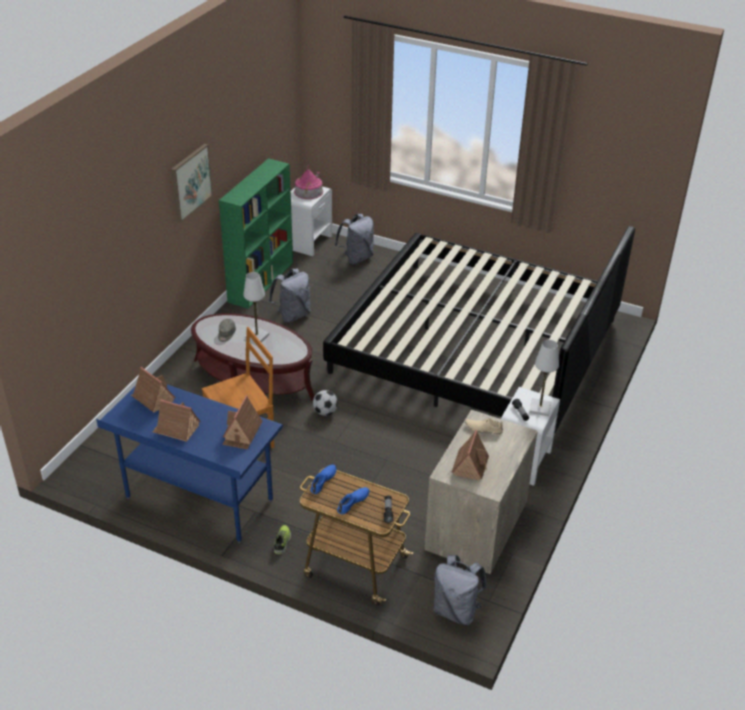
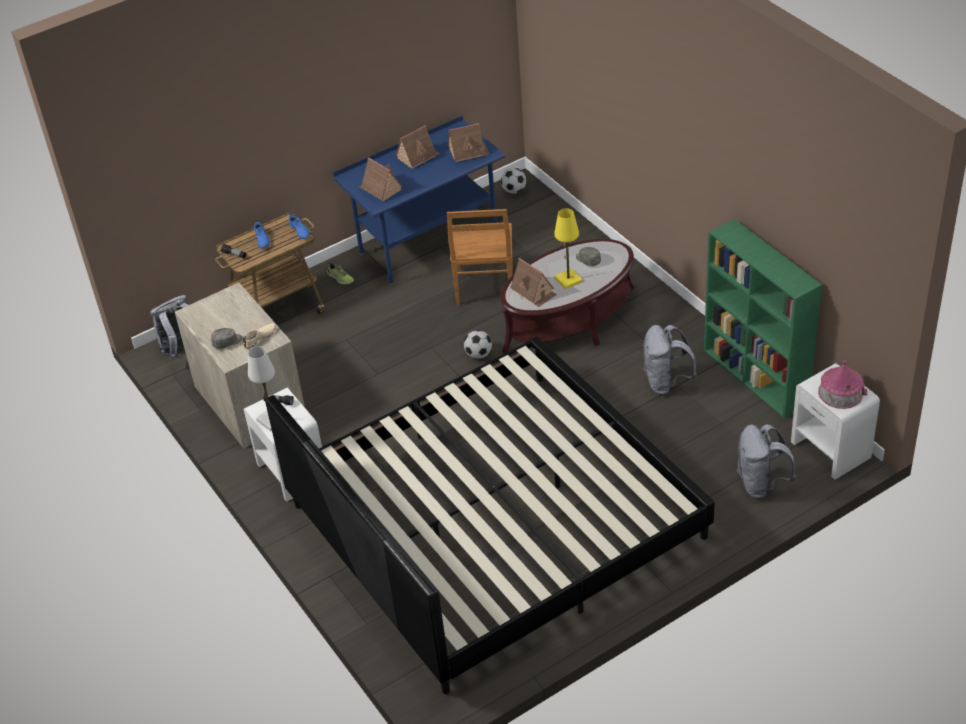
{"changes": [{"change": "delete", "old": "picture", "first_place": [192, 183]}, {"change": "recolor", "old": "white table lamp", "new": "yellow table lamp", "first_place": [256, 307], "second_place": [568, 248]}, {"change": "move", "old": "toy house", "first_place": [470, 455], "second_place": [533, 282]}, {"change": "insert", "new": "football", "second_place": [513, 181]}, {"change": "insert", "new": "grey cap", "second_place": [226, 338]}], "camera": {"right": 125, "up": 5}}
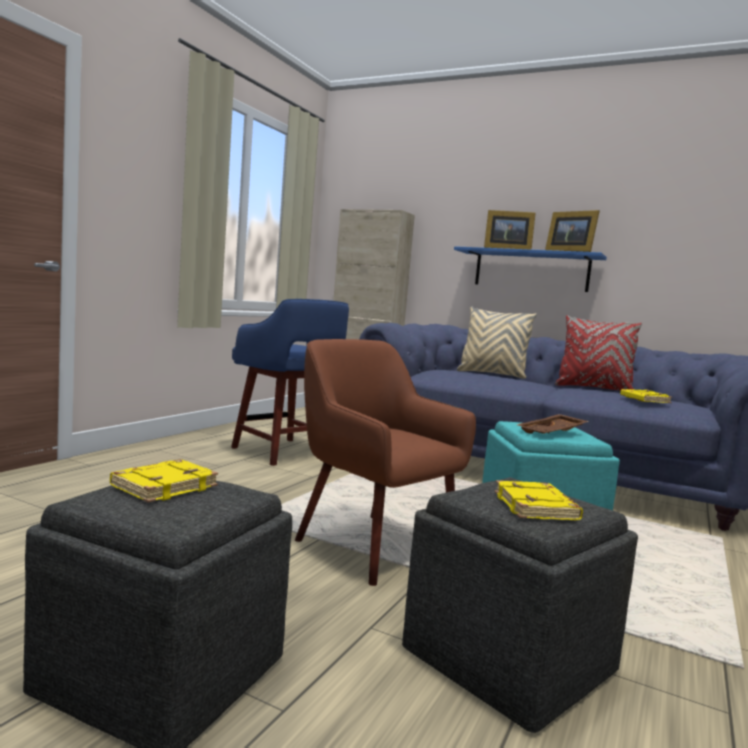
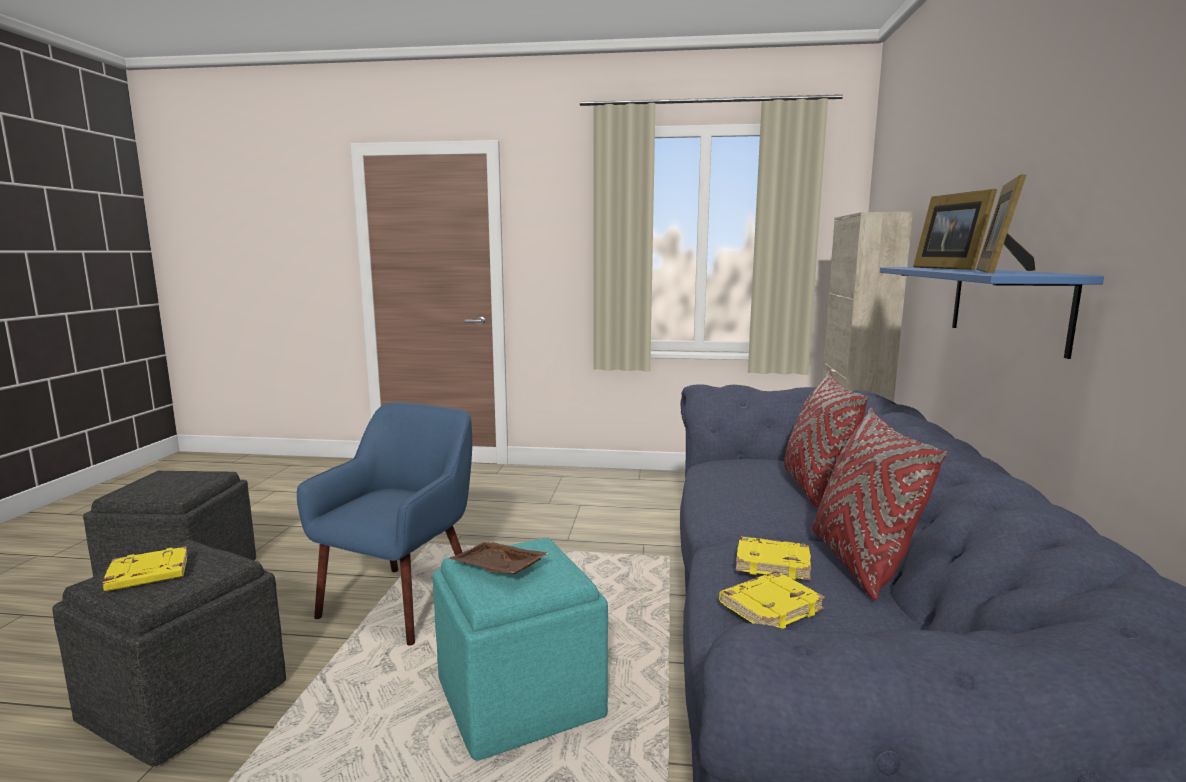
{"changes": [{"change": "delete", "old": "blue stool", "first_place": [290, 382]}, {"change": "recolor", "old": "beige pillow", "new": "red pillow", "first_place": [497, 343], "second_place": [826, 439]}, {"change": "recolor", "old": "brown armchair", "new": "blue armchair", "first_place": [385, 462], "second_place": [384, 523]}, {"change": "move", "old": "yellow book", "first_place": [164, 481], "second_place": [773, 558]}], "camera": {"right": 70, "up": 5}}
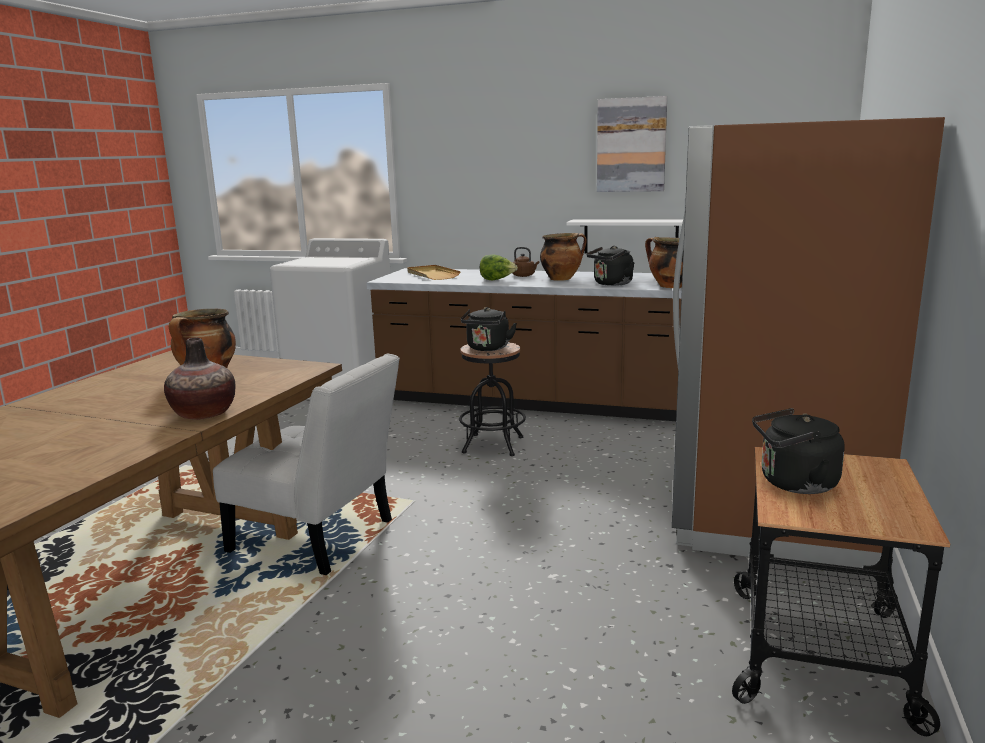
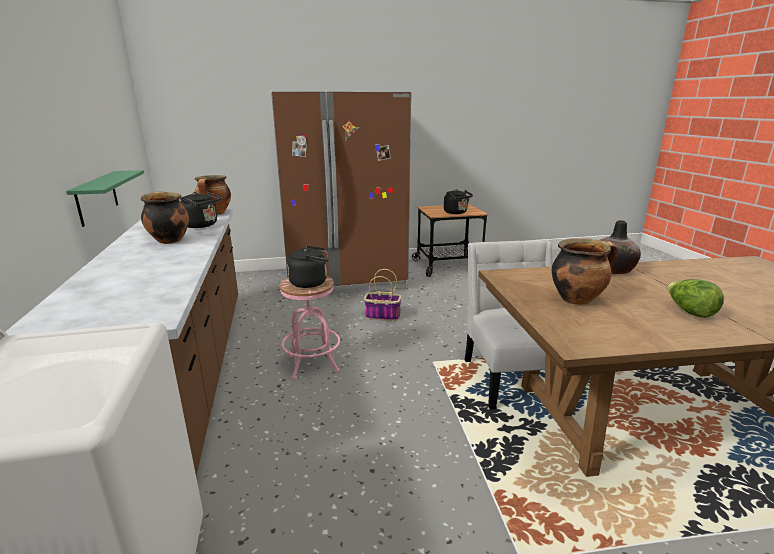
{"changes": [{"change": "delete", "old": "picture", "first_place": [632, 144]}, {"change": "recolor", "old": "white shelf", "new": "green shelf", "first_place": [624, 236], "second_place": [105, 198]}, {"change": "delete", "old": "brown kettle", "first_place": [525, 262]}, {"change": "move", "old": "lettuce", "first_place": [499, 267], "second_place": [695, 298]}, {"change": "delete", "old": "beige tray", "first_place": [434, 272]}, {"change": "recolor", "old": "black stool", "new": "pink stool", "first_place": [492, 399], "second_place": [309, 327]}, {"change": "insert", "new": "basket", "second_place": [383, 295]}], "camera": {"right": -120, "up": 5}}
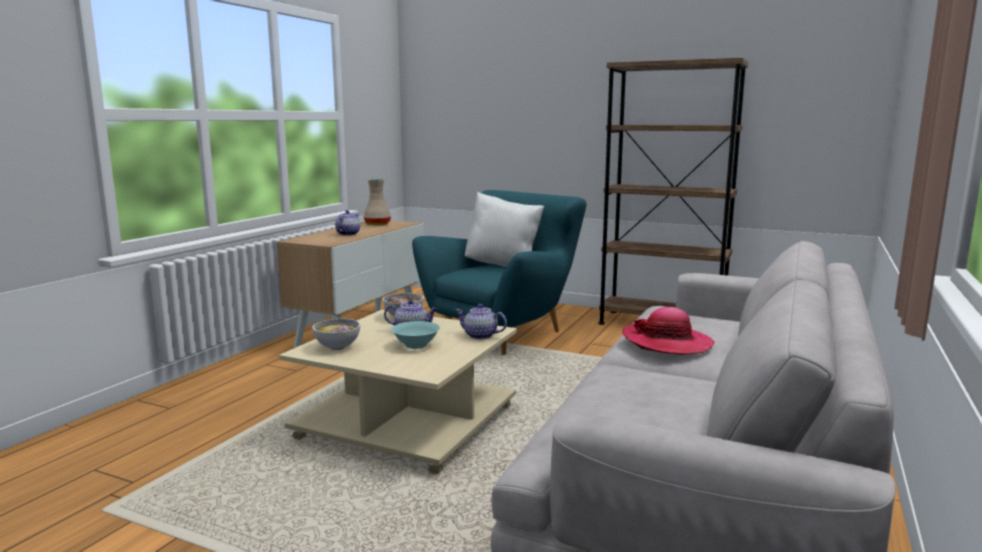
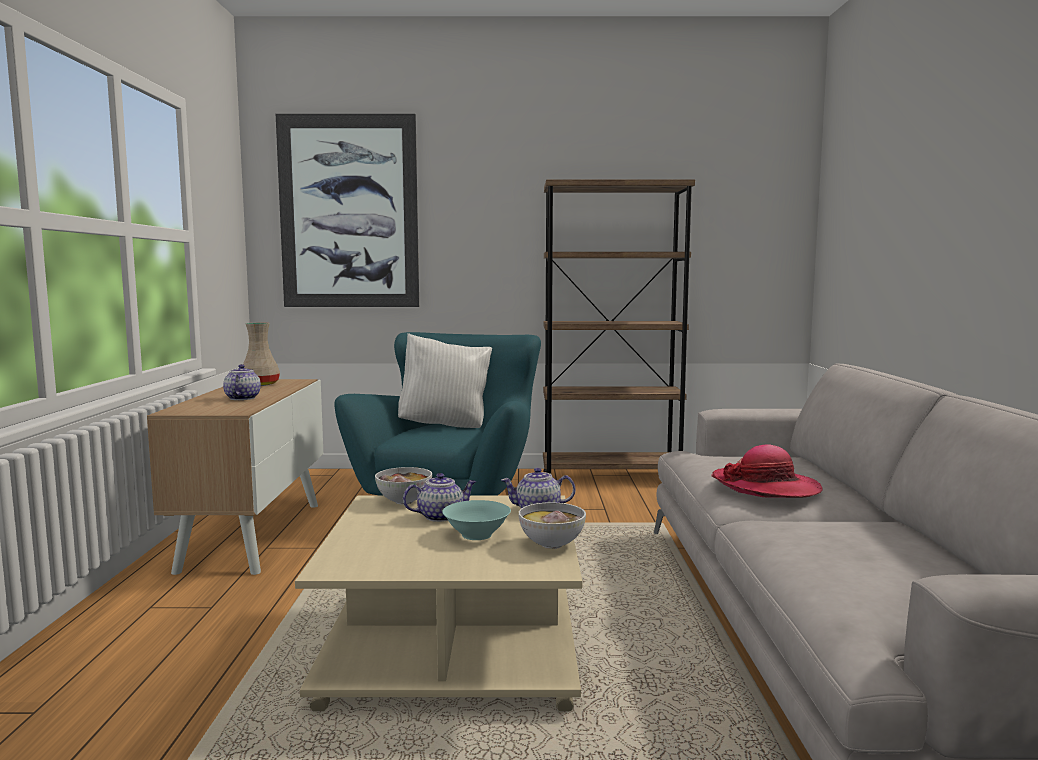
{"changes": [{"change": "move", "old": "bowl", "first_place": [336, 334], "second_place": [552, 525]}, {"change": "insert", "new": "picture", "second_place": [347, 210]}], "camera": {"right": -25, "up": -5}}
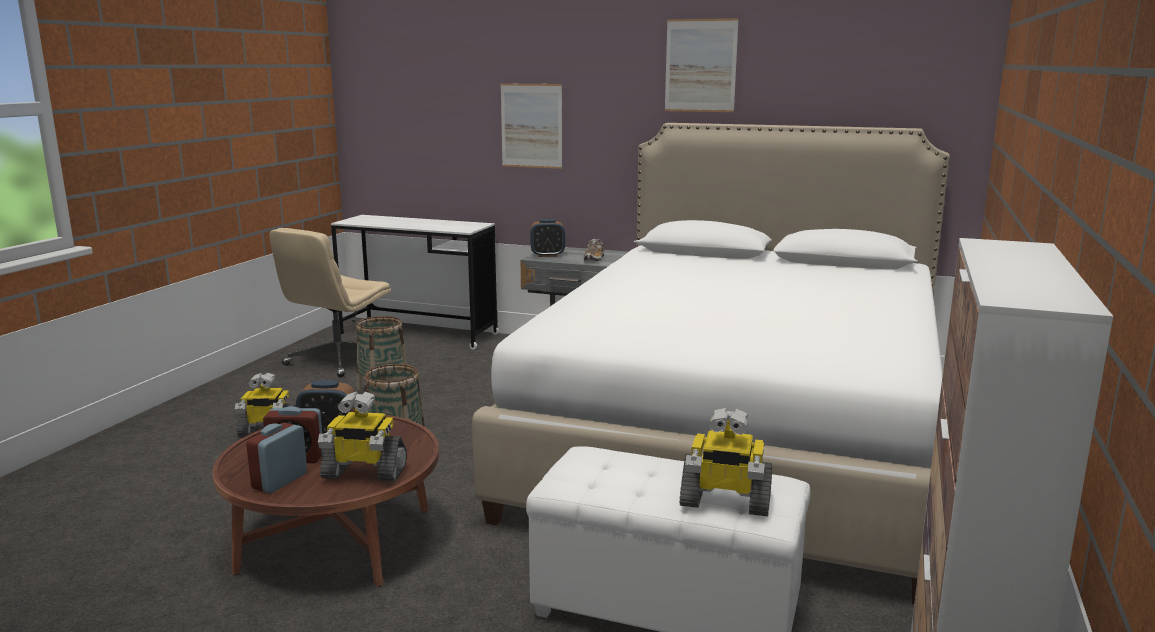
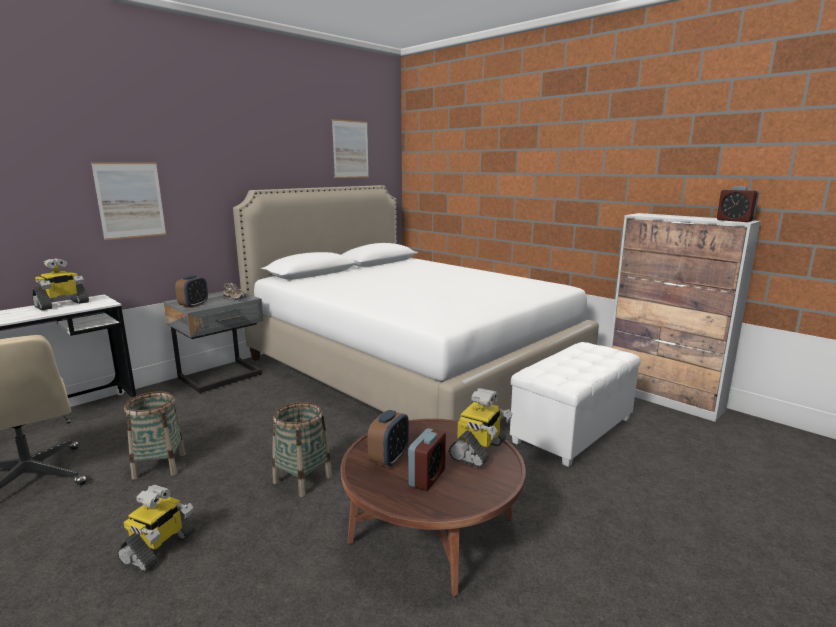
{"changes": [{"change": "move", "old": "picture", "first_place": [702, 65], "second_place": [350, 148]}, {"change": "move", "old": "toy robot", "first_place": [725, 462], "second_place": [60, 284]}, {"change": "move", "old": "alarm clock", "first_place": [276, 457], "second_place": [738, 204]}], "camera": {"right": -65, "up": 0}}
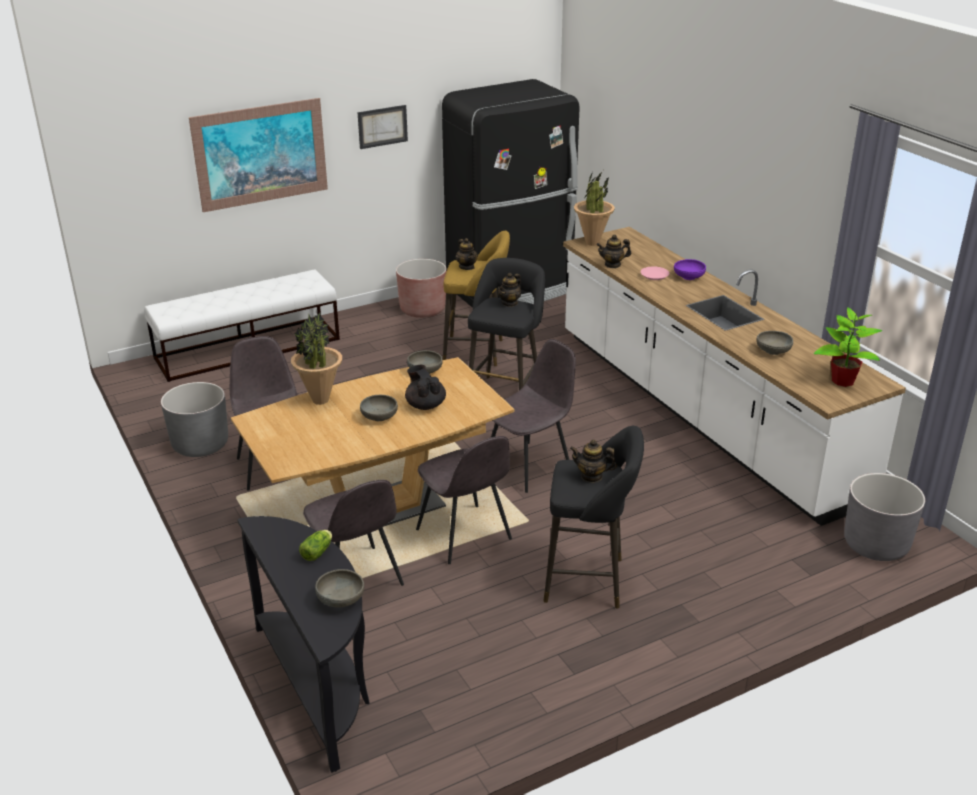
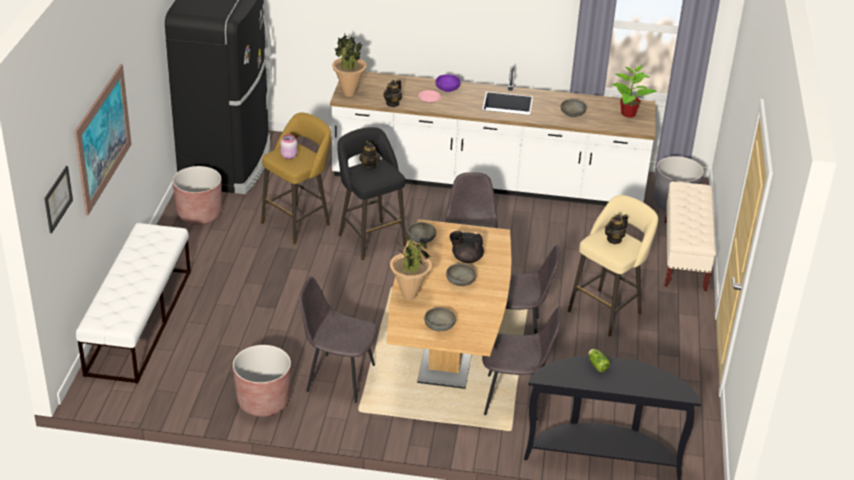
{"changes": [{"change": "move", "old": "picture", "first_place": [383, 127], "second_place": [58, 199]}, {"change": "replace", "old": "teapot", "new": "pink jar", "first_place": [467, 254], "second_place": [289, 146]}, {"change": "recolor", "old": "grey planter", "new": "brown planter", "first_place": [194, 419], "second_place": [262, 381]}, {"change": "recolor", "old": "black stool", "new": "beige stool", "first_place": [593, 517], "second_place": [613, 265]}, {"change": "move", "old": "grey bowl", "first_place": [339, 588], "second_place": [440, 319]}, {"change": "insert", "new": "beige bench", "second_place": [690, 236]}], "camera": {"right": -55, "up": 5}}
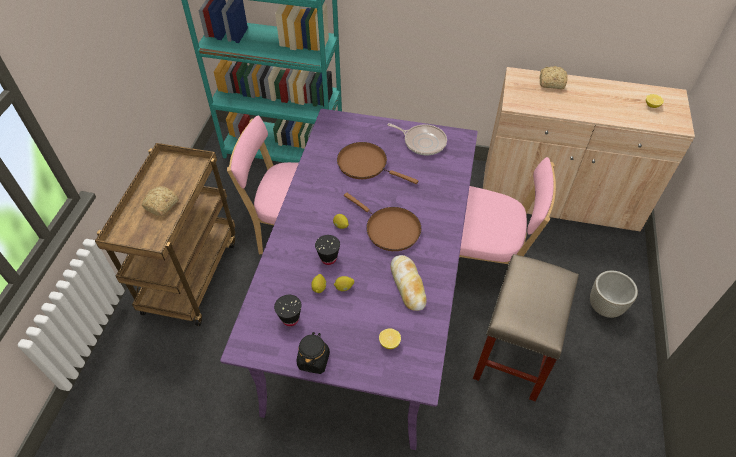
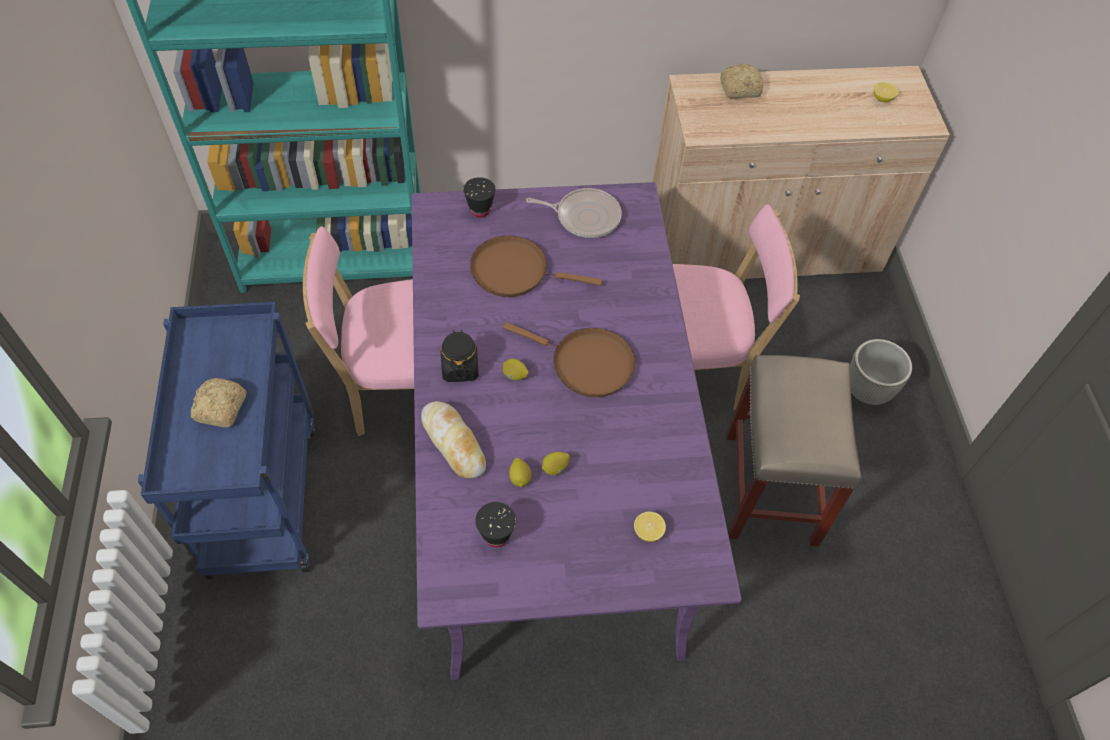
{"changes": [{"change": "recolor", "old": "brown cart", "new": "blue cart", "first_place": [165, 234], "second_place": [226, 441]}, {"change": "move", "old": "black cup", "first_place": [327, 250], "second_place": [479, 197]}, {"change": "move", "old": "bread", "first_place": [409, 283], "second_place": [453, 440]}, {"change": "move", "old": "black jar", "first_place": [313, 353], "second_place": [460, 356]}], "camera": {"right": -20, "up": 5}}
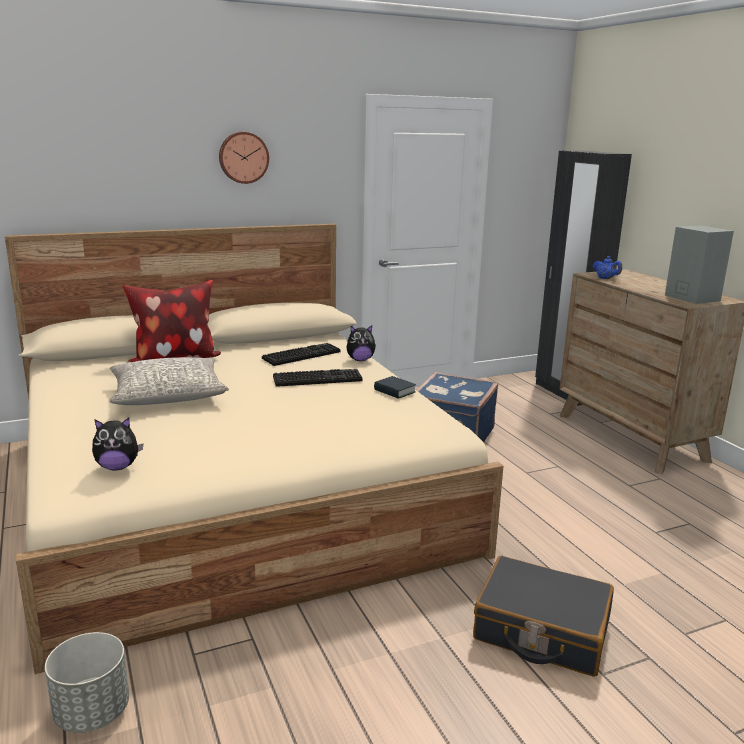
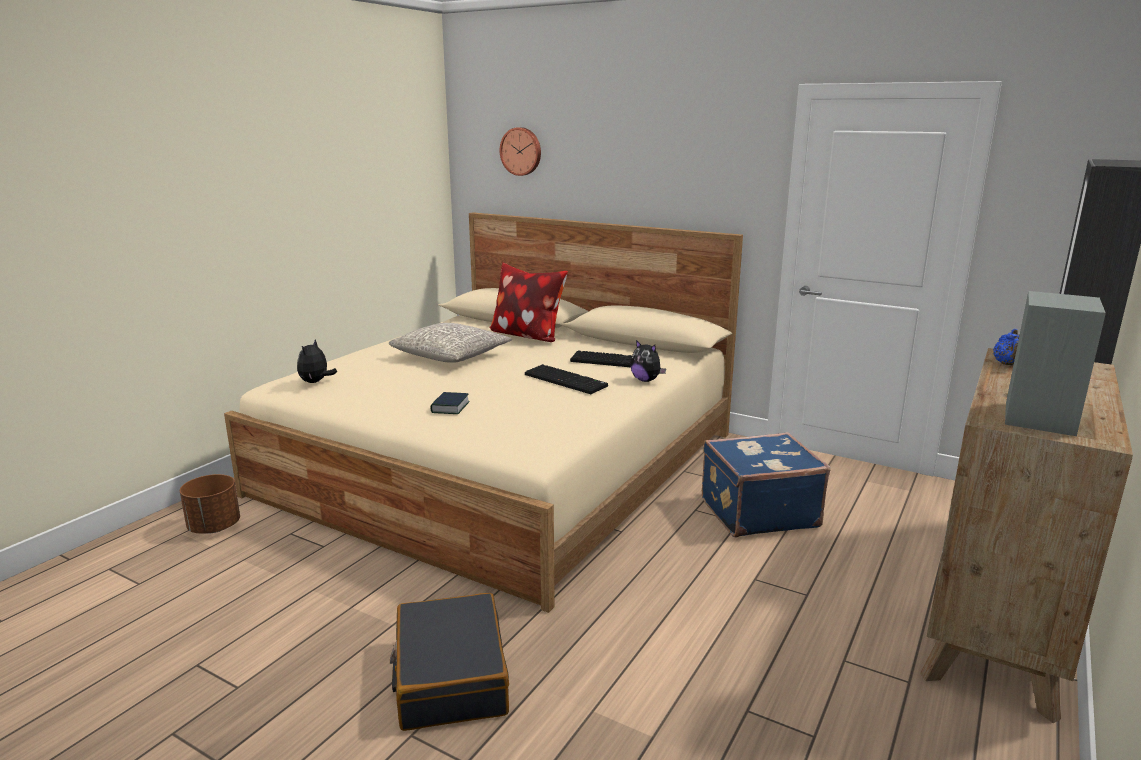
{"changes": [{"change": "move", "old": "wall clock", "first_place": [244, 158], "second_place": [520, 151]}, {"change": "move", "old": "book", "first_place": [395, 387], "second_place": [450, 403]}, {"change": "rotate", "old": "plush toy", "first_place": [118, 444], "second_place": [317, 361], "degrees": 60}, {"change": "recolor", "old": "grey planter", "new": "brown planter", "first_place": [87, 682], "second_place": [210, 504]}], "camera": {"right": 55, "up": 0}}
